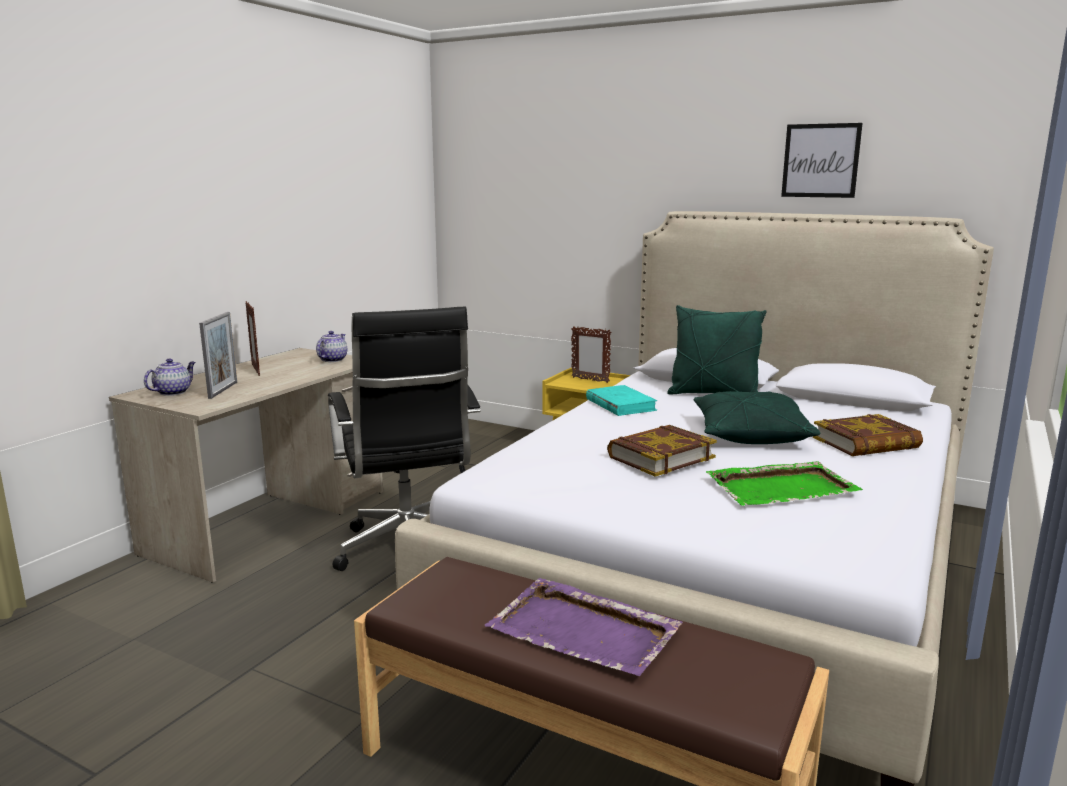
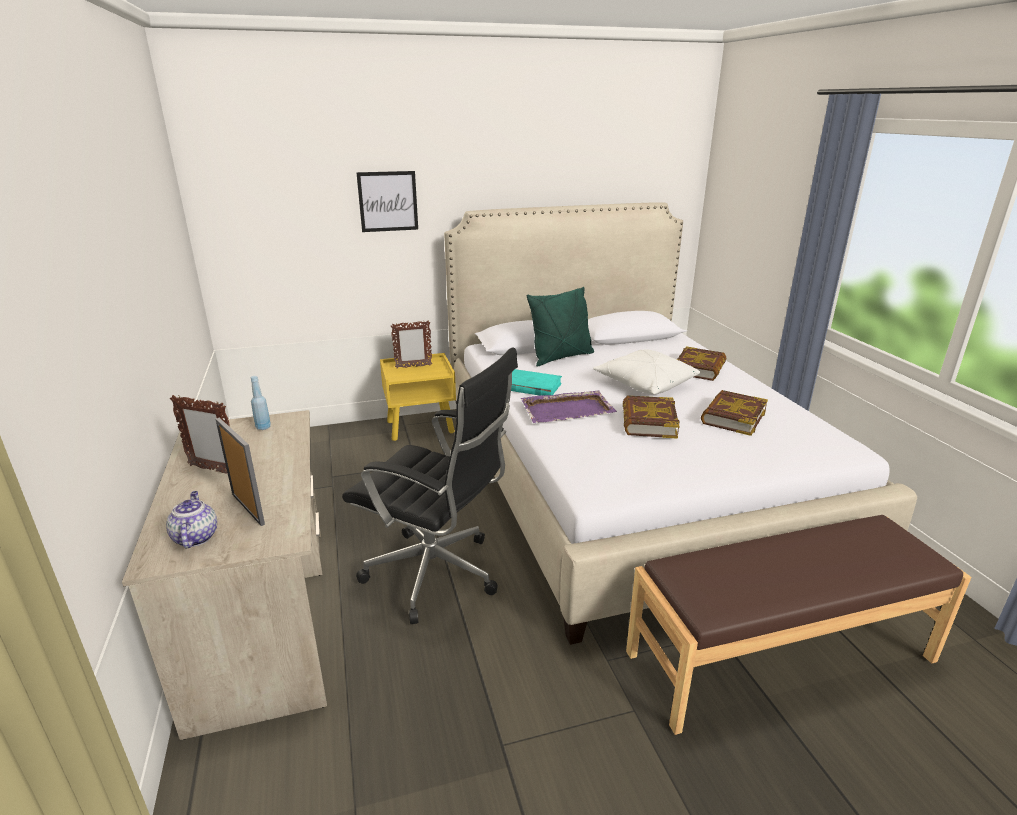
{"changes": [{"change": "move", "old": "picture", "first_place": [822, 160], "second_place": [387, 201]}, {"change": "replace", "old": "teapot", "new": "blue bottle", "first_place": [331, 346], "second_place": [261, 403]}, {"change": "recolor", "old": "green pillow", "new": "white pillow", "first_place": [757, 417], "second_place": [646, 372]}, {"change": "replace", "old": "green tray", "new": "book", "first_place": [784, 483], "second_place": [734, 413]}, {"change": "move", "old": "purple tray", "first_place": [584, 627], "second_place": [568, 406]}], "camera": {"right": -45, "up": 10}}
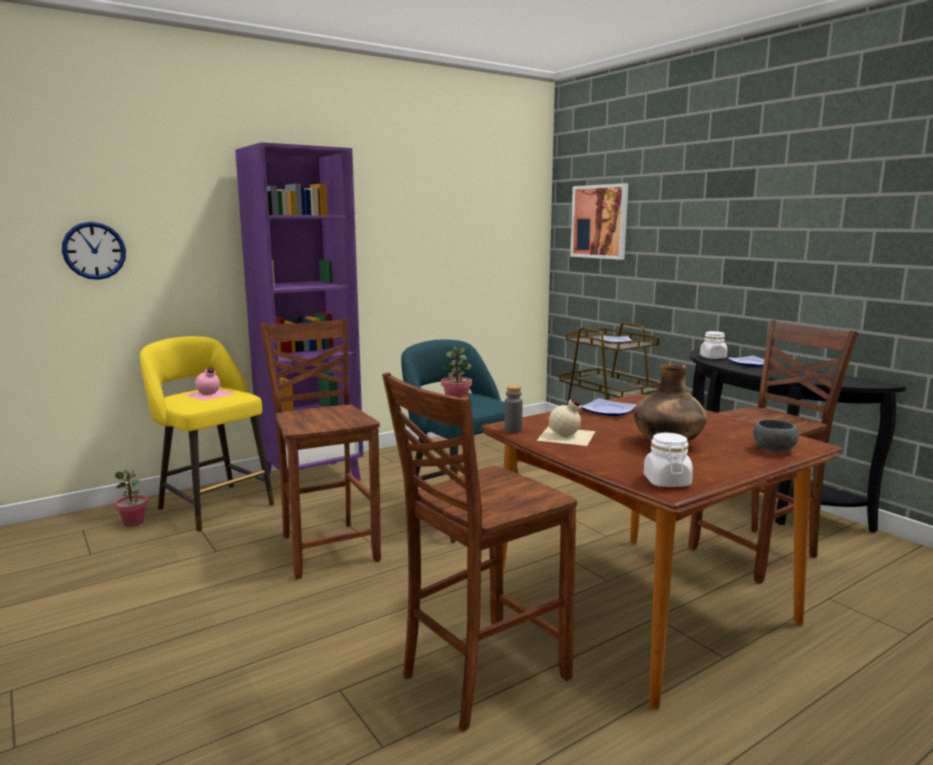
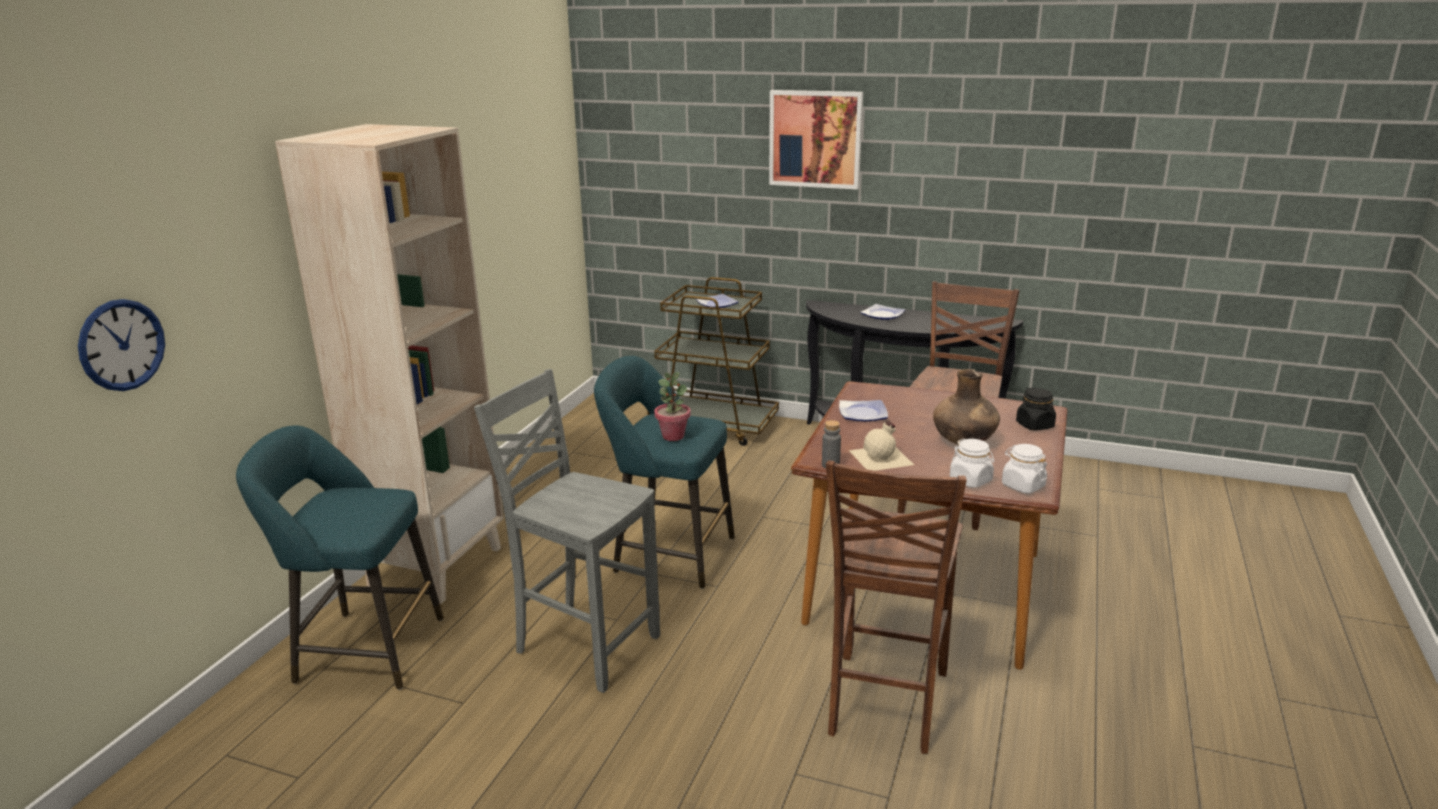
{"changes": [{"change": "recolor", "old": "purple bookcase", "new": "beige bookcase", "first_place": [299, 313], "second_place": [389, 364]}, {"change": "move", "old": "picture", "first_place": [599, 221], "second_place": [816, 140]}, {"change": "recolor", "old": "brown chair", "new": "grey chair", "first_place": [320, 448], "second_place": [567, 531]}, {"change": "move", "old": "white jar", "first_place": [713, 345], "second_place": [972, 463]}, {"change": "recolor", "old": "yellow stool", "new": "turquoise stool", "first_place": [207, 434], "second_place": [340, 557]}, {"change": "delete", "old": "pink bottle", "first_place": [210, 384]}, {"change": "replace", "old": "grey bowl", "new": "black jar", "first_place": [775, 435], "second_place": [1036, 409]}, {"change": "delete", "old": "potted plant", "first_place": [131, 498]}], "camera": {"right": -35, "up": 10}}
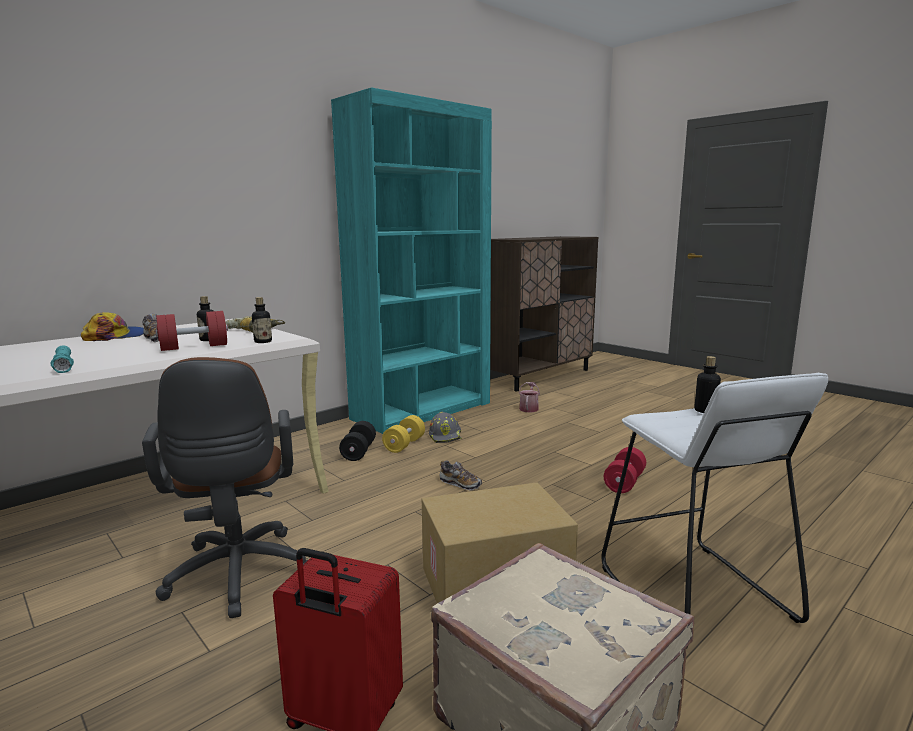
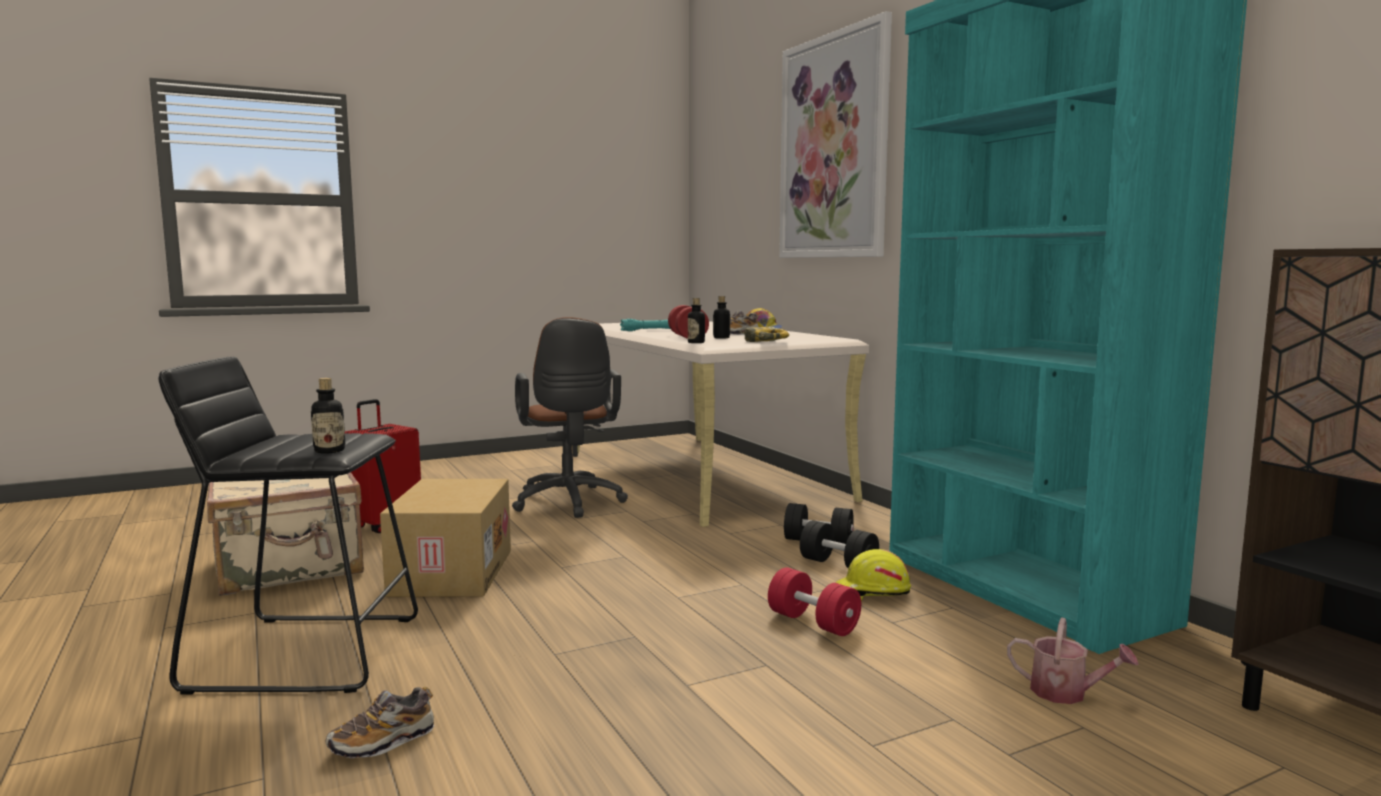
{"changes": [{"change": "rotate", "old": "brown office chair", "first_place": [225, 487], "second_place": [570, 417], "degrees": -105}, {"change": "recolor", "old": "white stool", "new": "black stool", "first_place": [714, 510], "second_place": [288, 525]}, {"change": "recolor", "old": "grey hard hat", "new": "yellow hard hat", "first_place": [445, 427], "second_place": [873, 575]}, {"change": "recolor", "old": "yellow dumbbell", "new": "black dumbbell", "first_place": [403, 434], "second_place": [839, 544]}, {"change": "move", "old": "red dumbbell", "first_place": [625, 470], "second_place": [814, 601]}, {"change": "move", "old": "shoe", "first_place": [461, 475], "second_place": [379, 722]}, {"change": "insert", "new": "picture", "second_place": [835, 134]}], "camera": {"right": 105, "up": -5}}
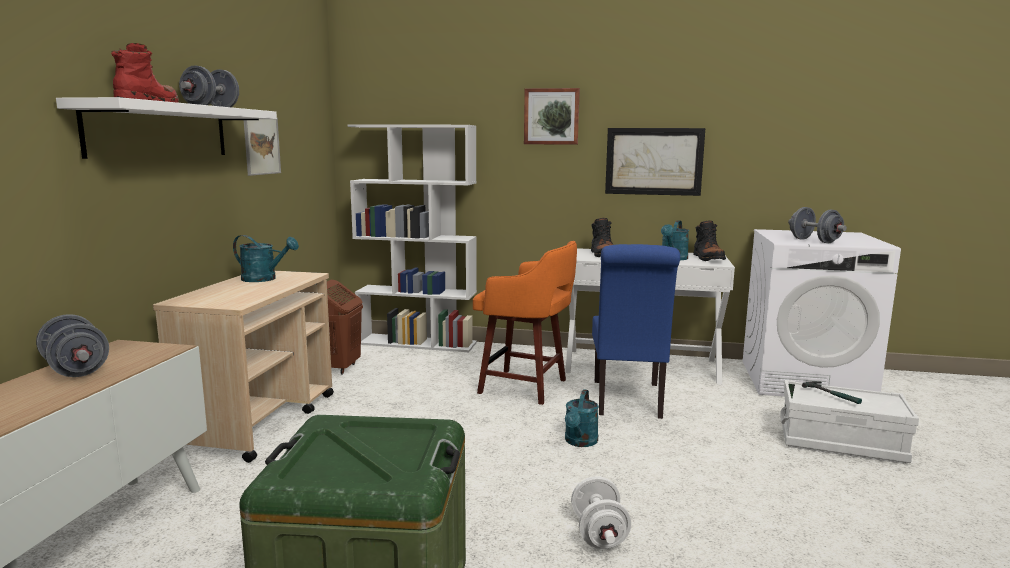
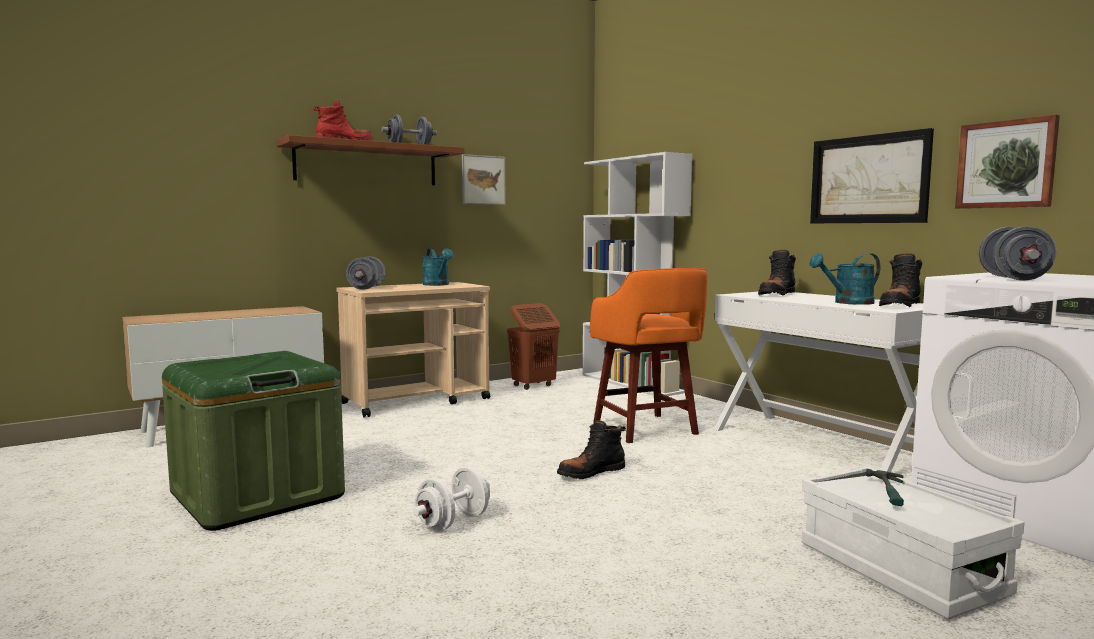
{"changes": [{"change": "move", "old": "picture", "first_place": [552, 116], "second_place": [1007, 162]}, {"change": "recolor", "old": "white shelf", "new": "brown shelf", "first_place": [166, 128], "second_place": [371, 160]}, {"change": "delete", "old": "blue chair", "first_place": [636, 331]}, {"change": "move", "old": "grey dumbbell", "first_place": [72, 345], "second_place": [366, 273]}, {"change": "replace", "old": "turquoise watering can", "new": "black boot", "first_place": [582, 418], "second_place": [591, 449]}], "camera": {"right": 45, "up": -5}}
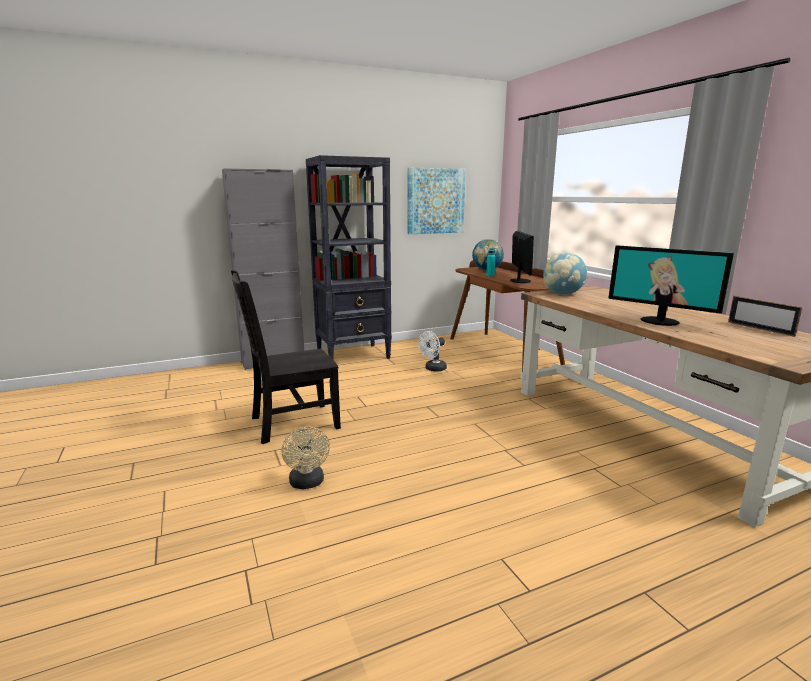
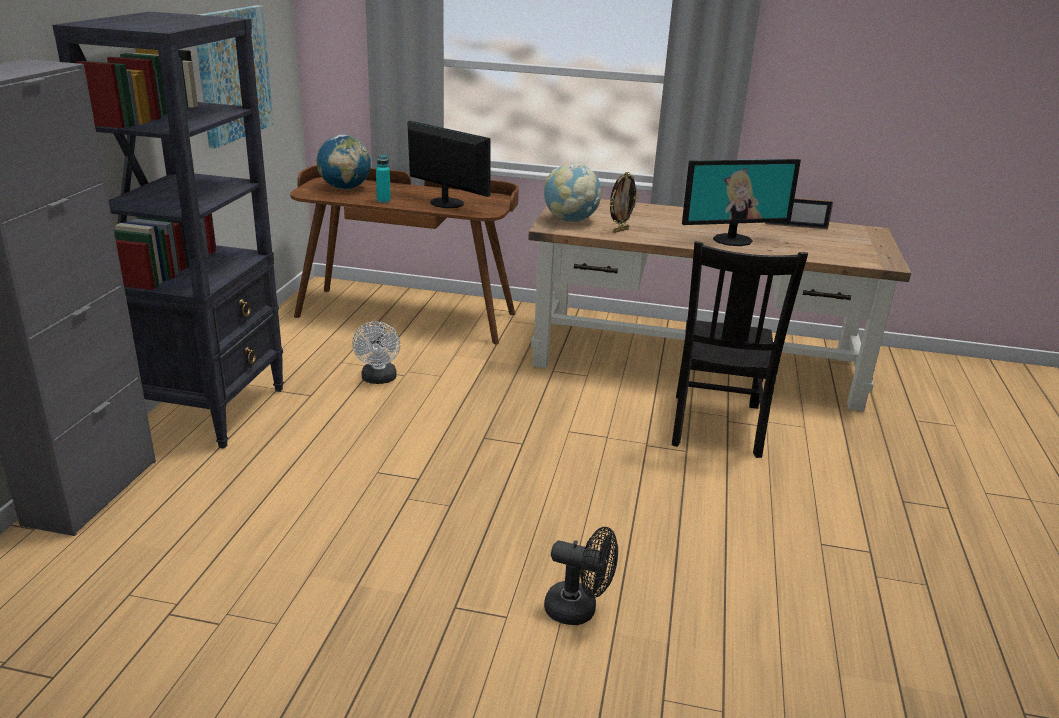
{"changes": [{"change": "move", "old": "black chair", "first_place": [286, 357], "second_place": [740, 349]}, {"change": "recolor", "old": "beige fan", "new": "black fan", "first_place": [305, 458], "second_place": [581, 576]}, {"change": "insert", "new": "picture frame", "second_place": [623, 202]}], "camera": {"right": -55, "up": 10}}
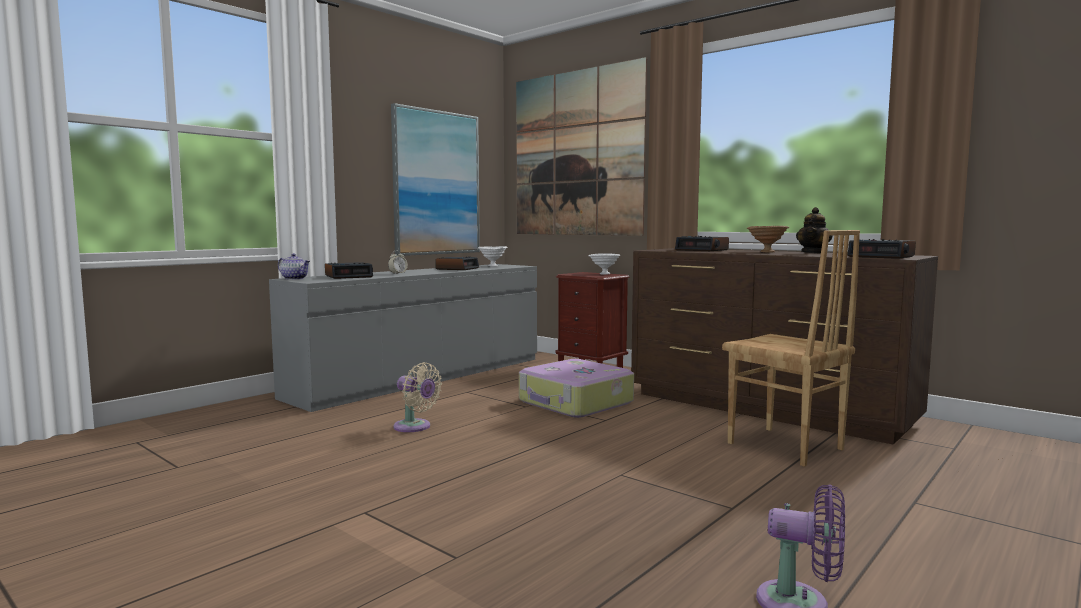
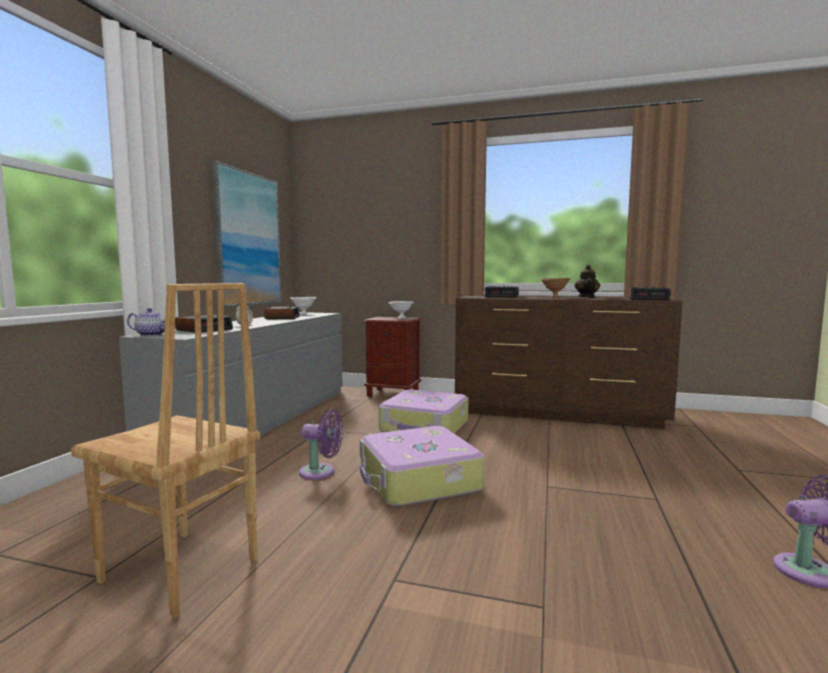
{"changes": [{"change": "delete", "old": "picture", "first_place": [581, 146]}, {"change": "move", "old": "brown chair", "first_place": [791, 348], "second_place": [165, 450]}, {"change": "recolor", "old": "beige fan", "new": "purple fan", "first_place": [418, 397], "second_place": [321, 444]}, {"change": "insert", "new": "suitcase", "second_place": [422, 466]}], "camera": {"right": -25, "up": 0}}
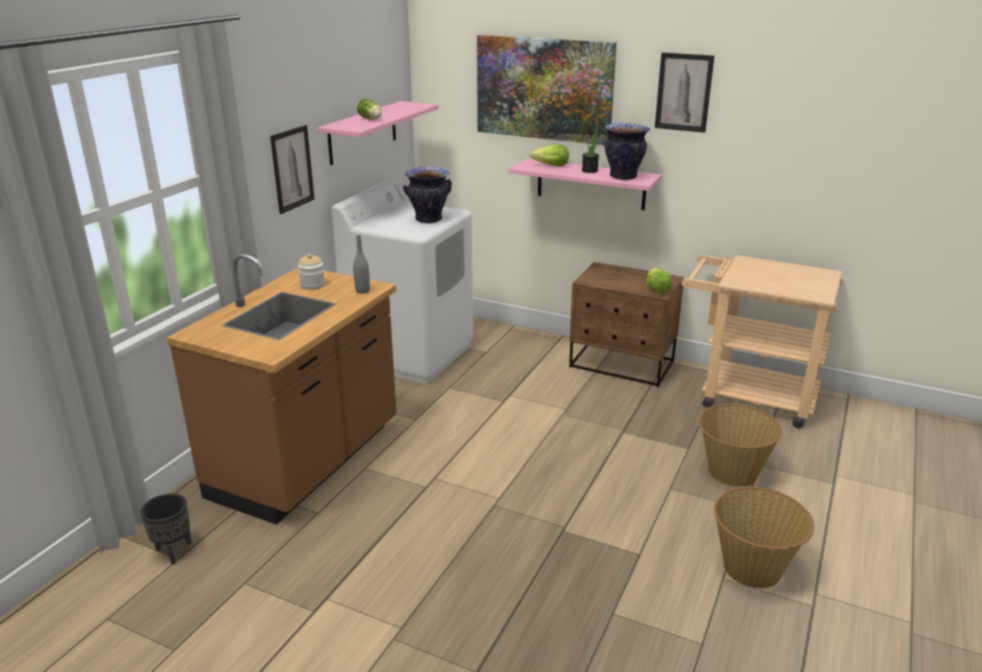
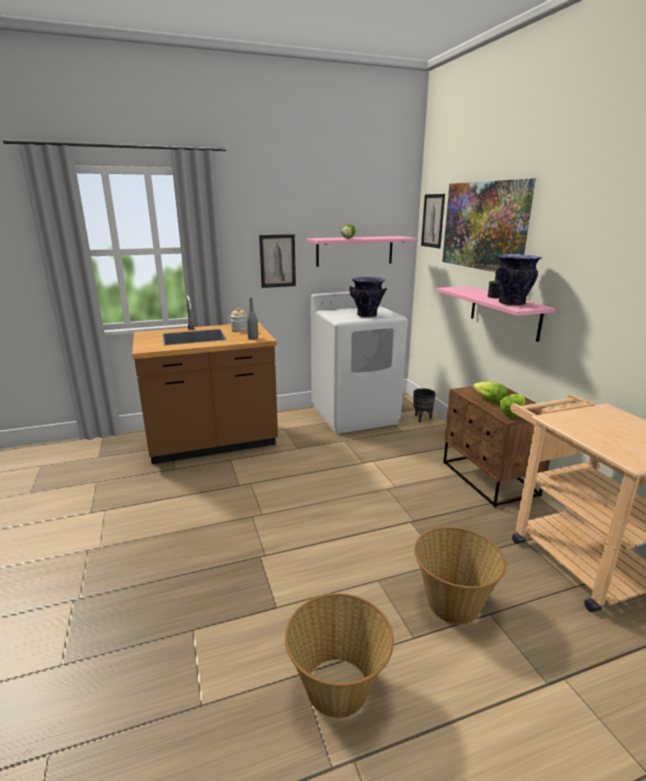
{"changes": [{"change": "move", "old": "picture", "first_place": [684, 92], "second_place": [433, 221]}, {"change": "move", "old": "lettuce", "first_place": [549, 155], "second_place": [490, 392]}, {"change": "move", "old": "black planter", "first_place": [166, 529], "second_place": [424, 405]}], "camera": {"right": 45, "up": -5}}
